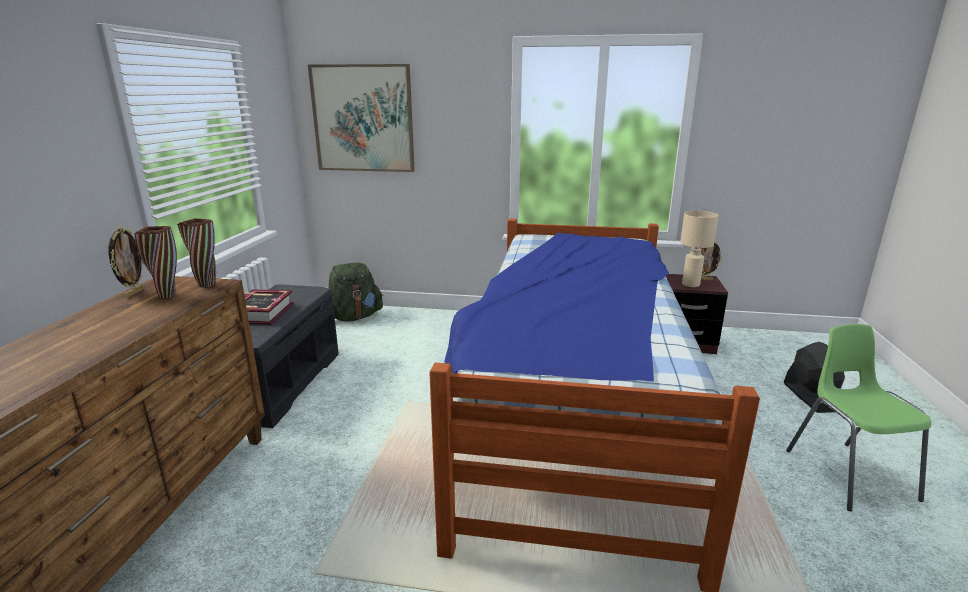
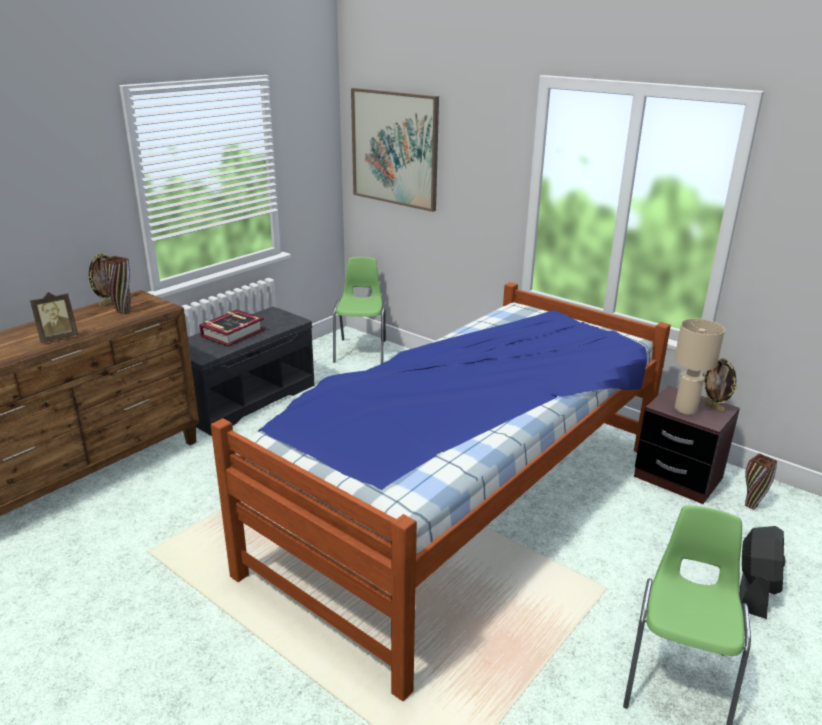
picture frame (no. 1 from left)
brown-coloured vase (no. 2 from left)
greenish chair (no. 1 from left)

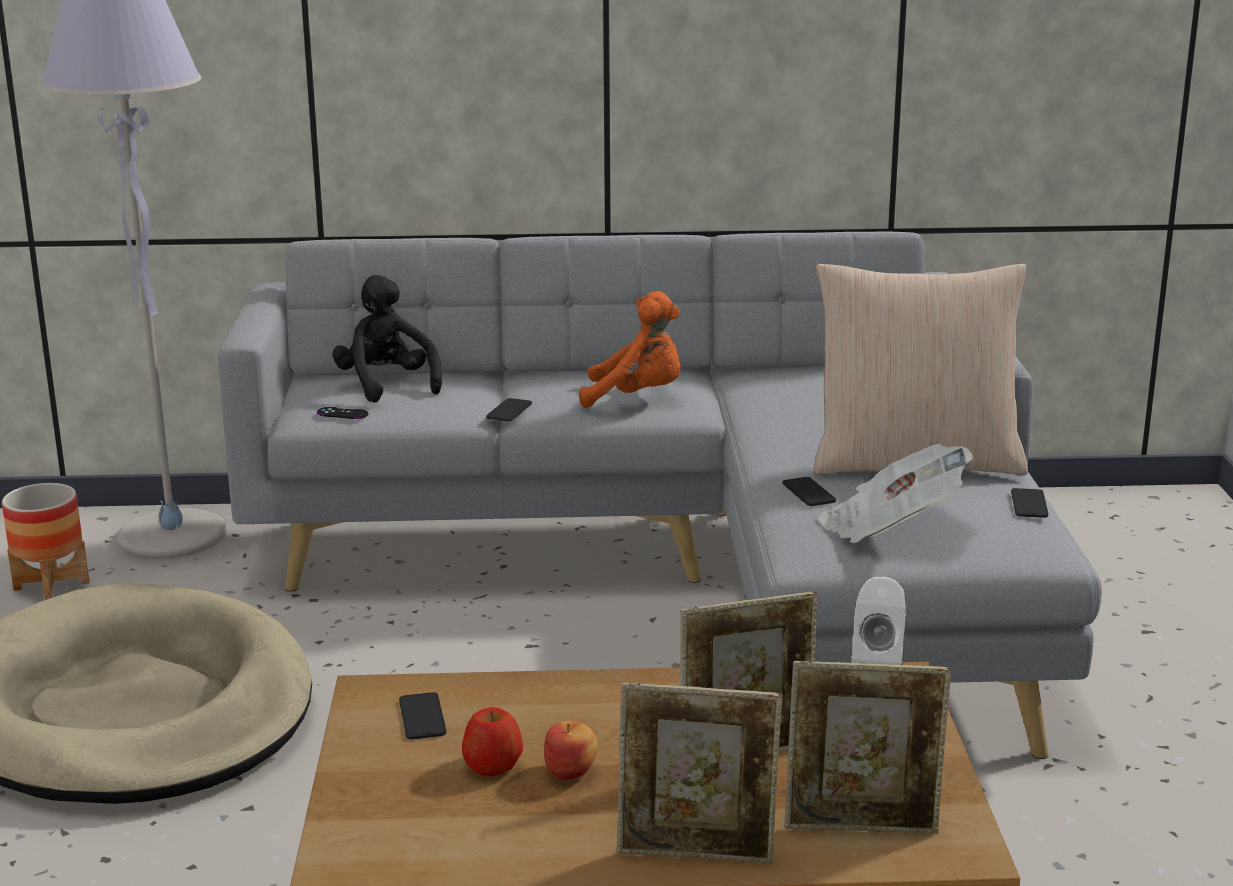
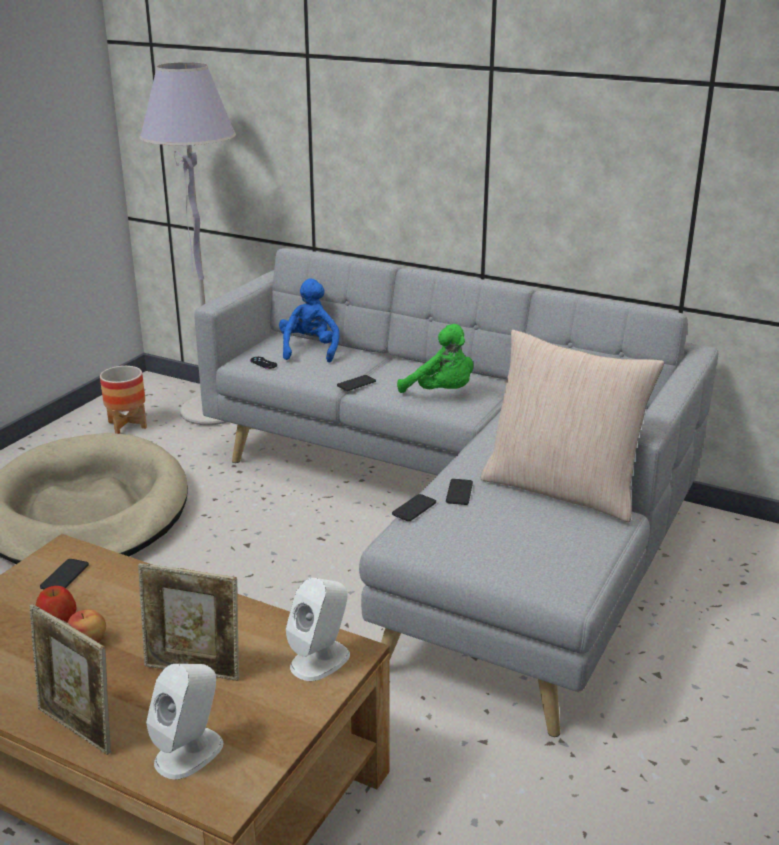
printed paper
telephone (no. 3 from left)
whitish loudspeaker (no. 1 from left)
blue-coloured soft toy
greenish soft toy

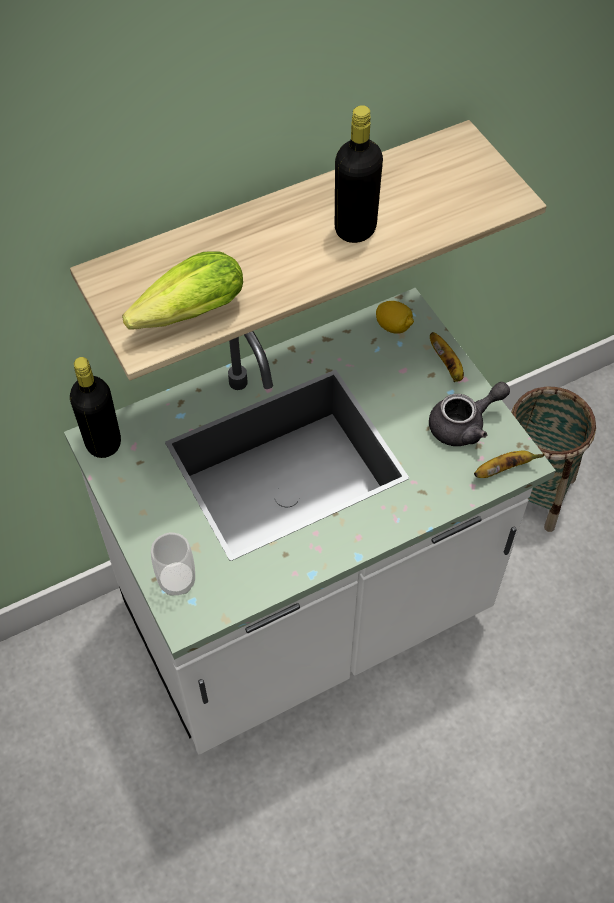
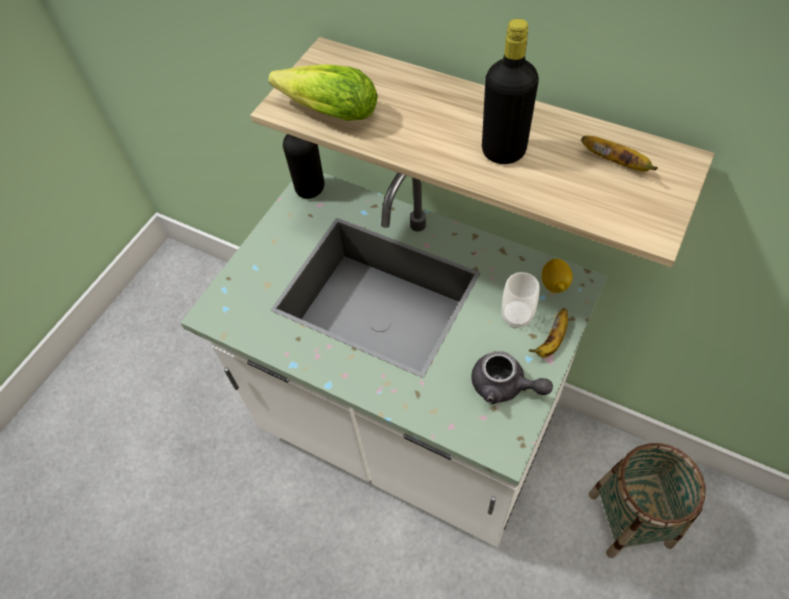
cup
banana (no. 2 from left)

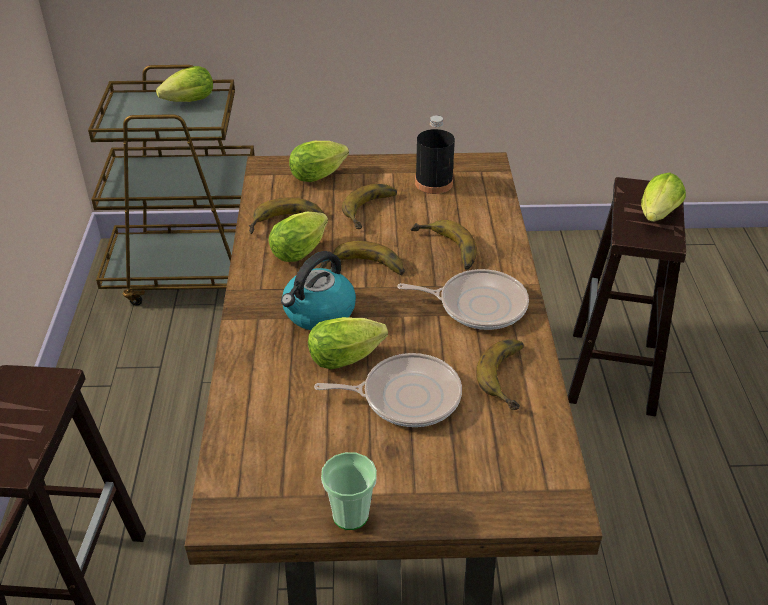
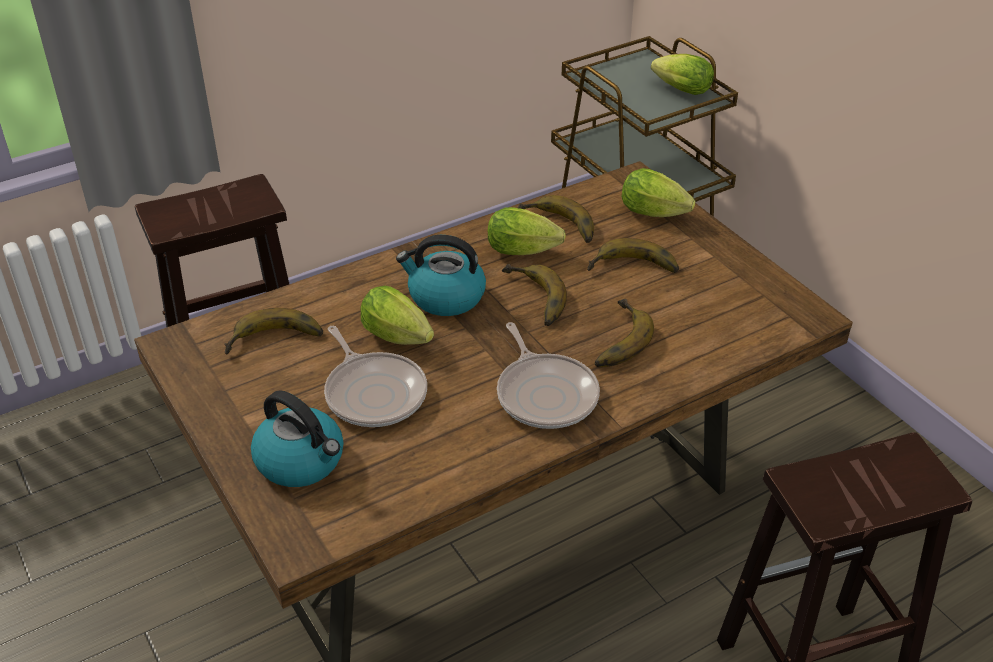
cup
black-coloured bottle
head of lettuce (no. 5 from left in the first image)
kettle (no. 1 from left)
banana (no. 1 from left)

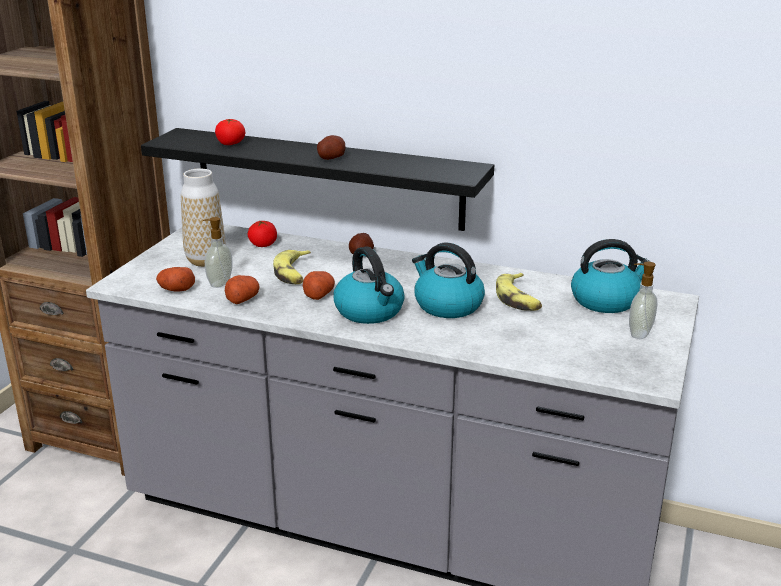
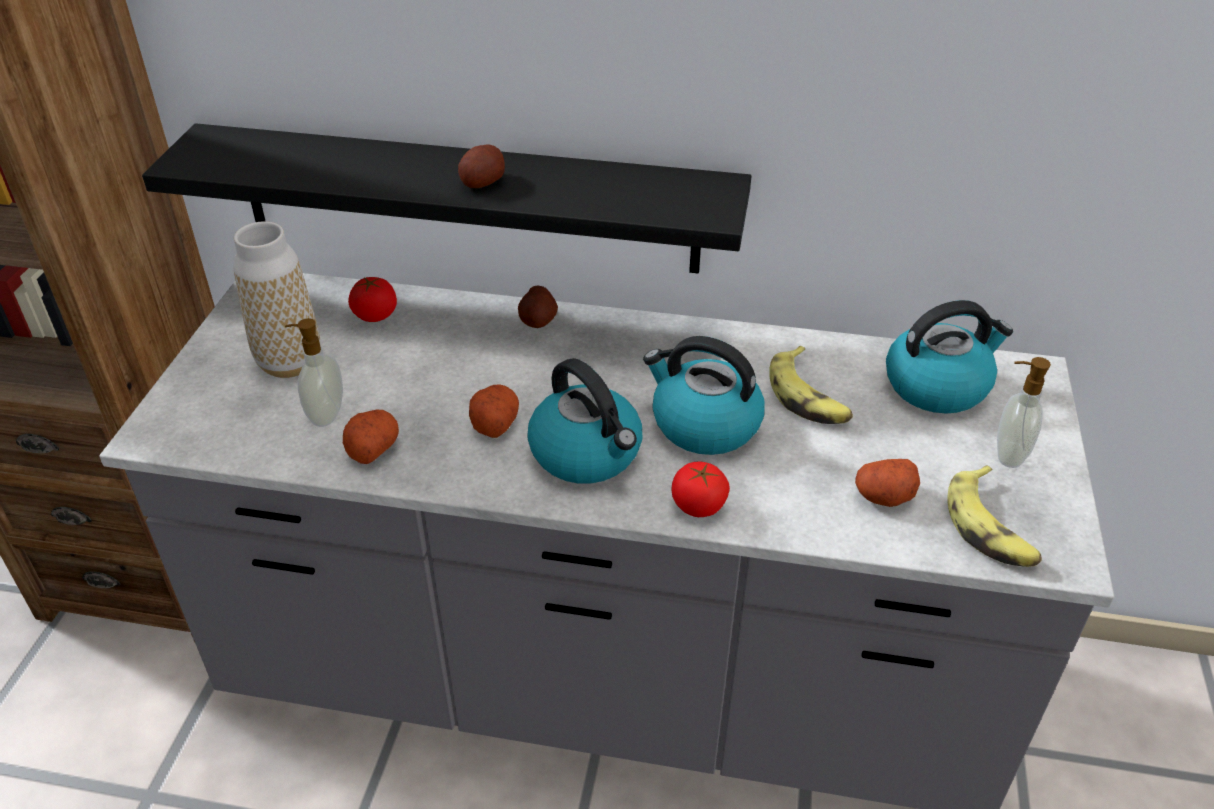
spud (no. 5 from left)
fresh tomato (no. 2 from left)
banana (no. 2 from left)

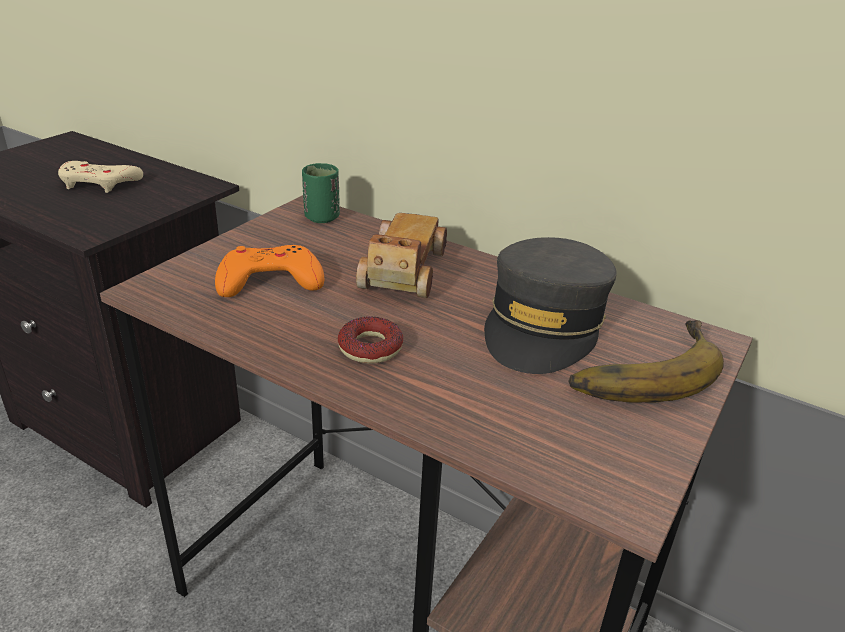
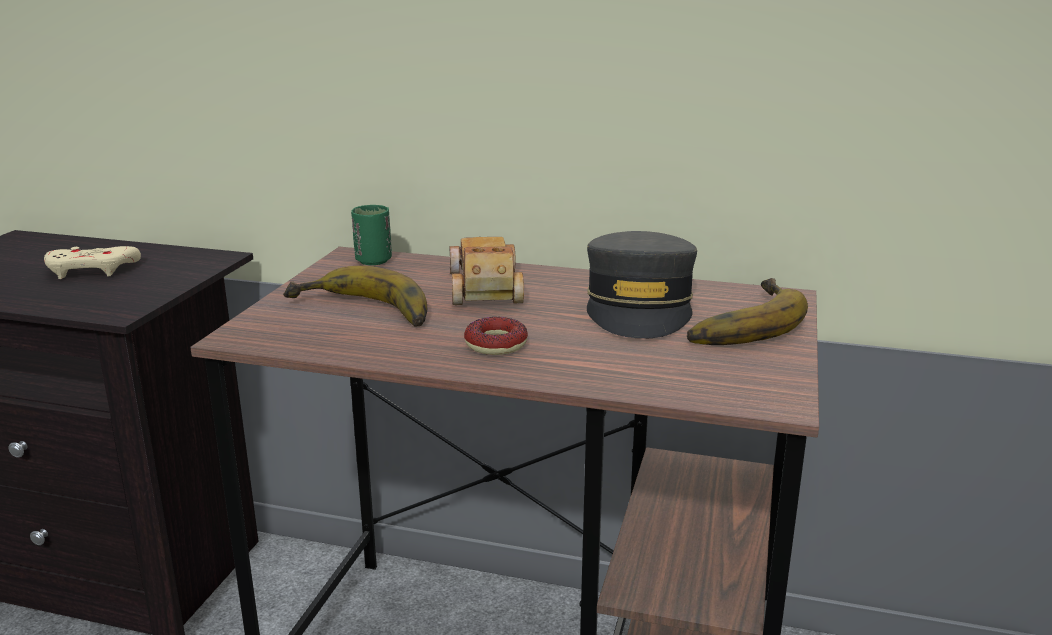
banana (no. 1 from left)

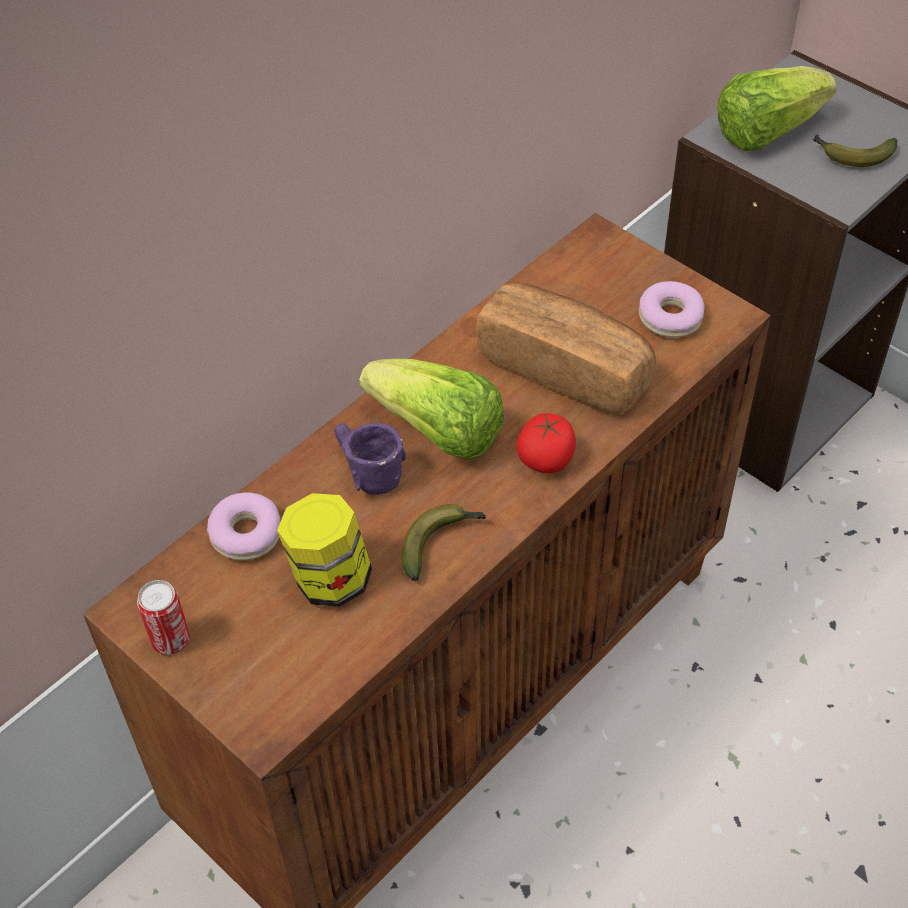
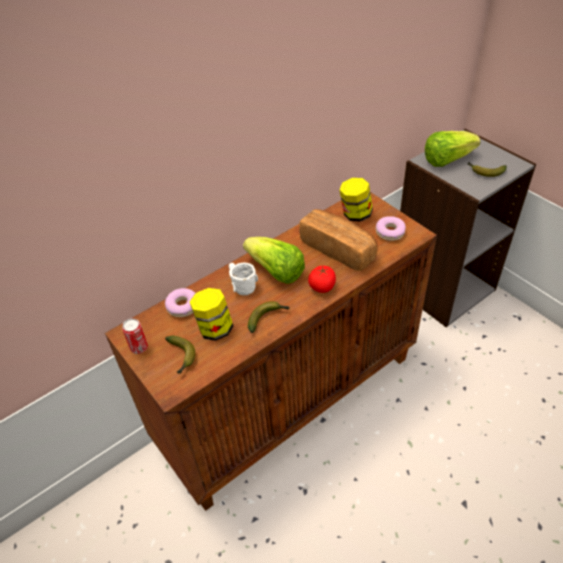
banana (no. 1 from left)
preserve jar (no. 2 from left)
whitish coffee mug

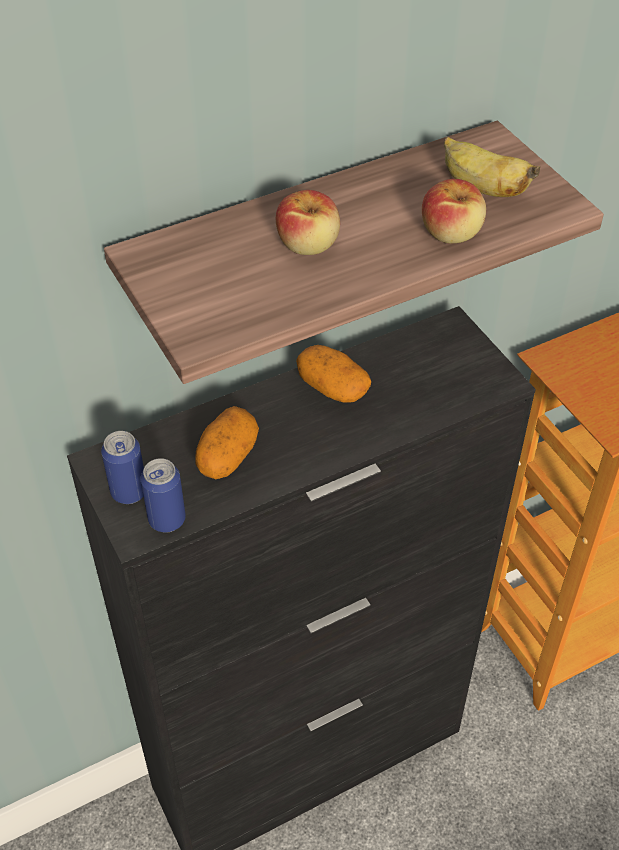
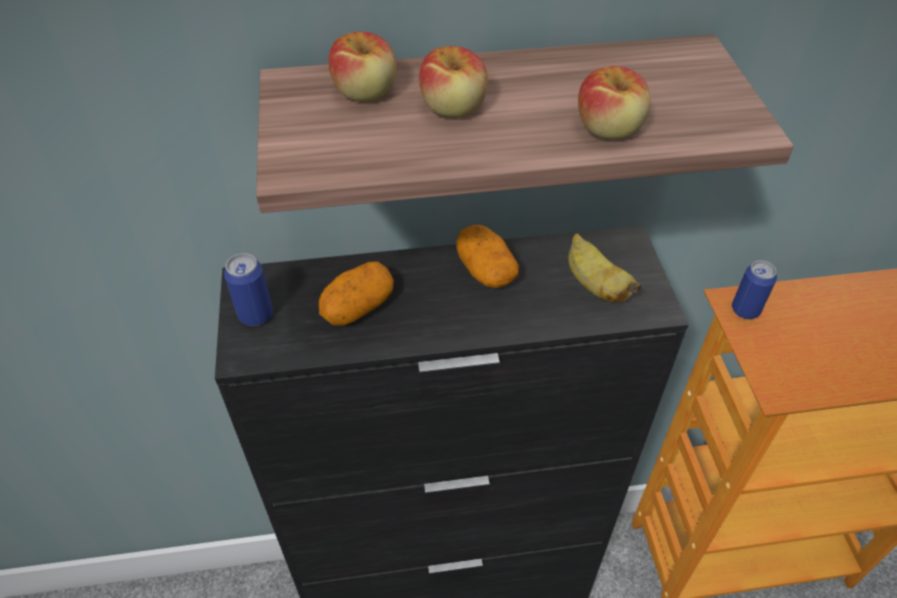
apple fruit (no. 1 from left)
metal can (no. 2 from left)
banana

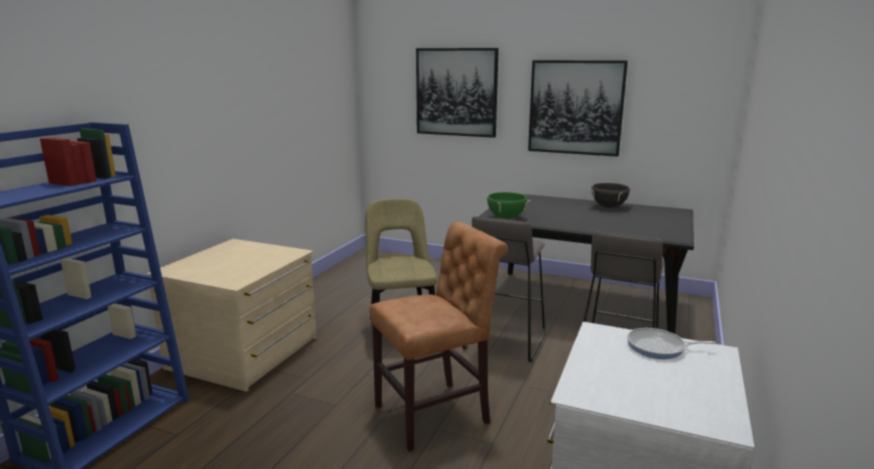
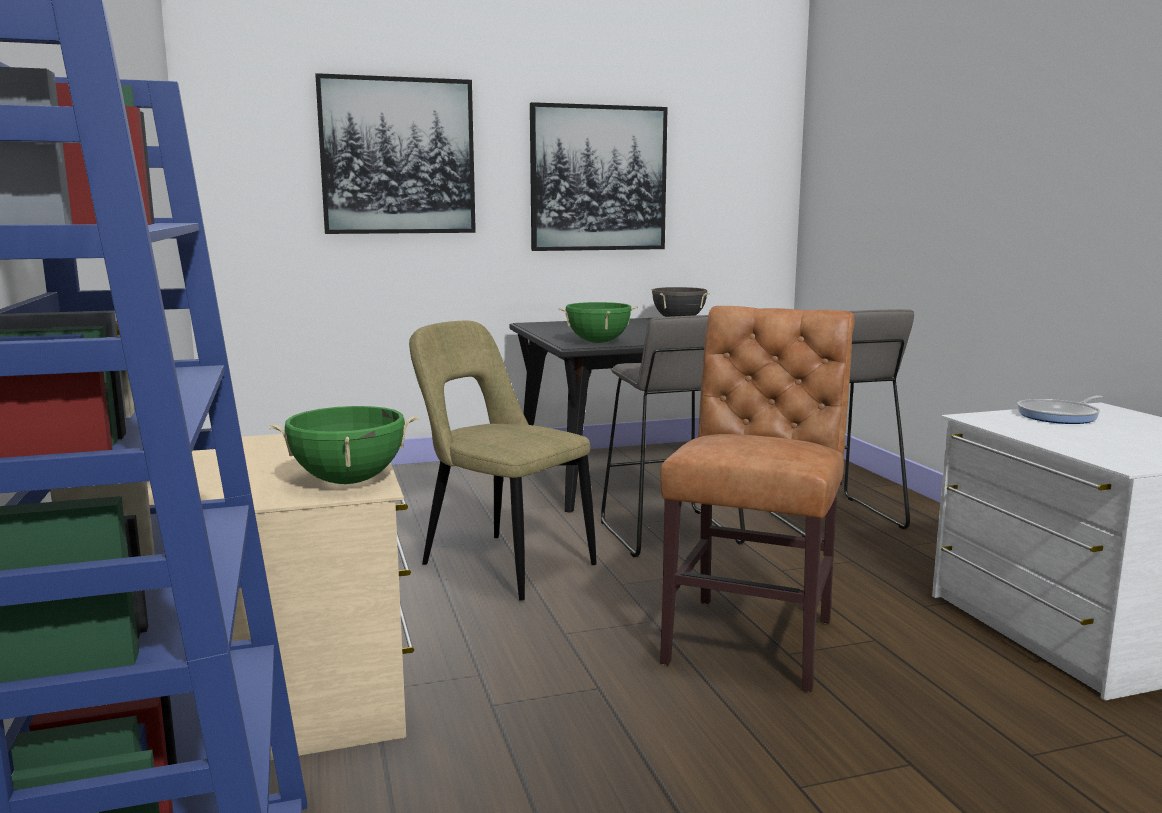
greenish stockpot (no. 1 from left)

